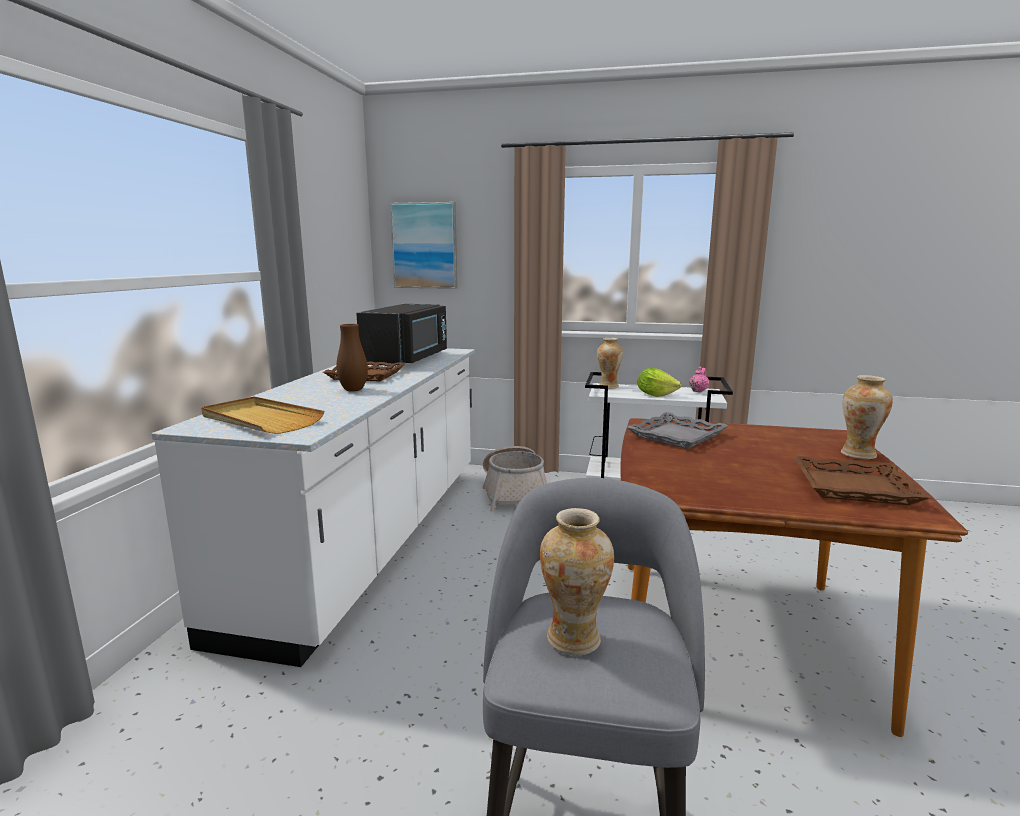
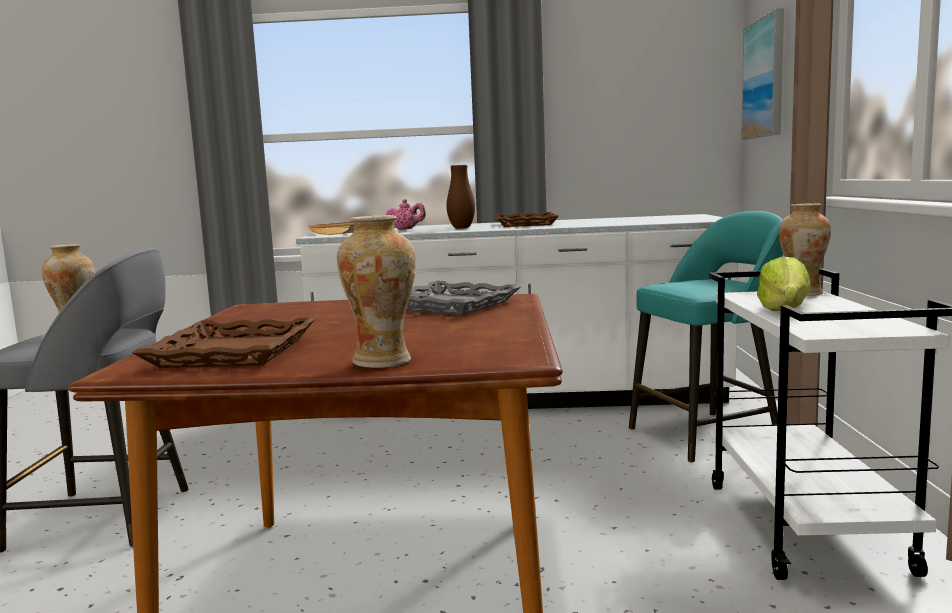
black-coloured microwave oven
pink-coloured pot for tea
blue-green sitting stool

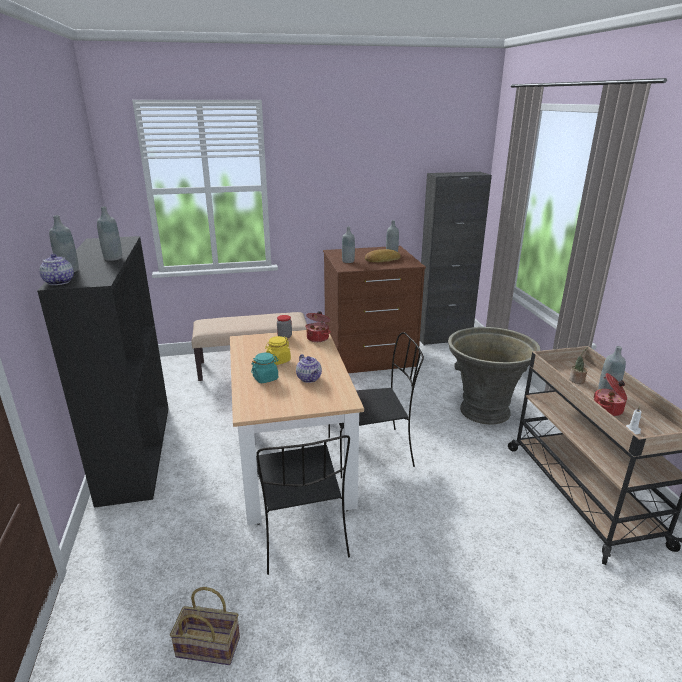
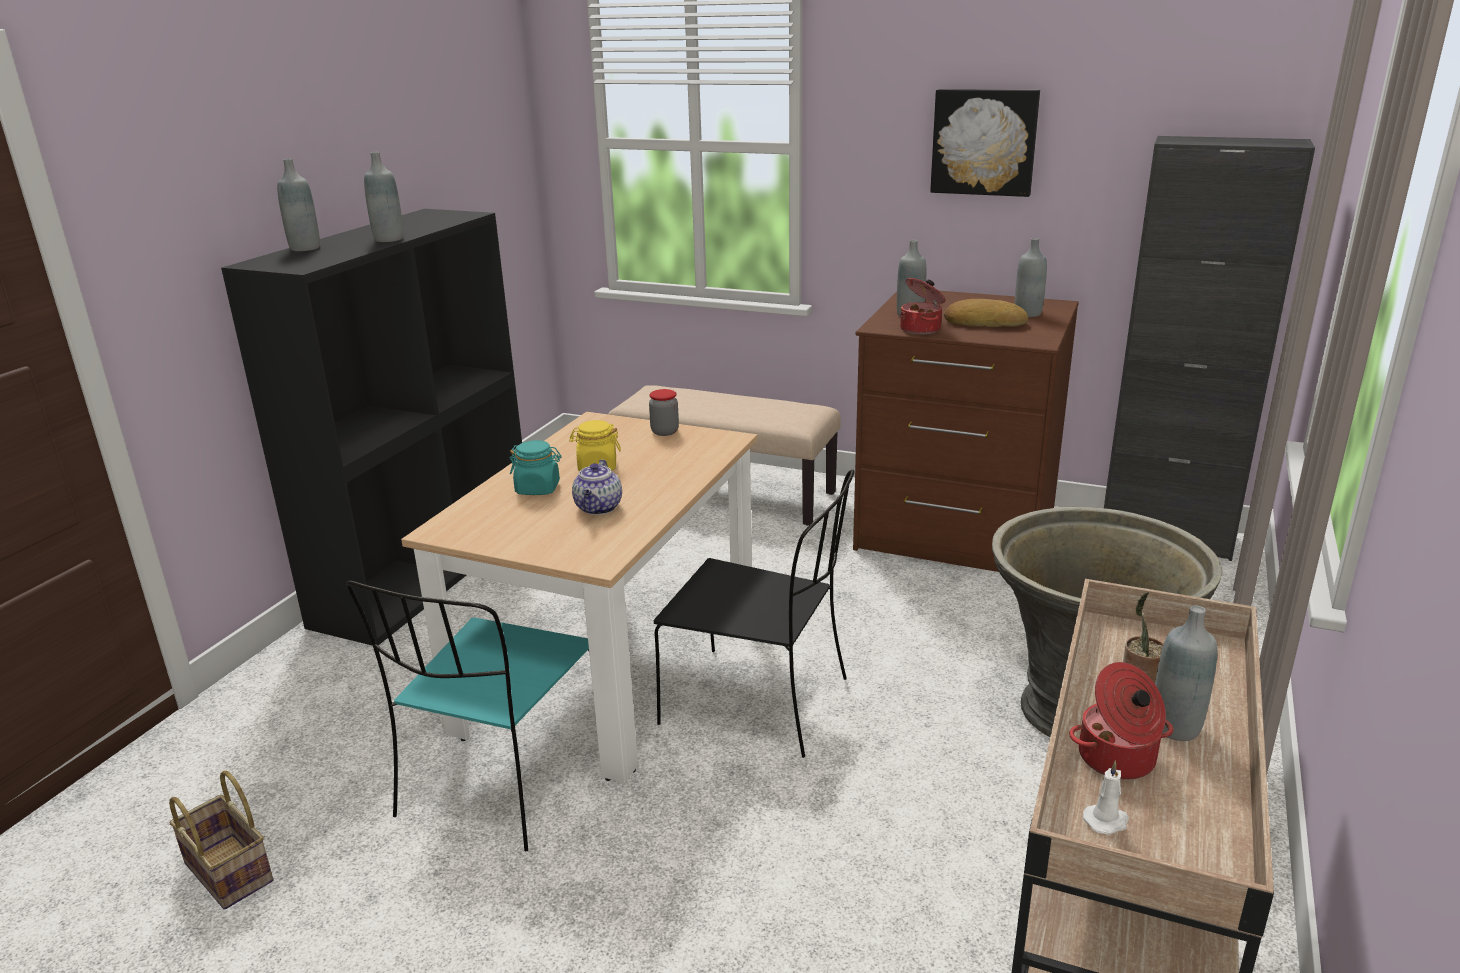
pot for tea (no. 1 from left in the first image)
picture
stockpot (no. 1 from left)
blue-green chair

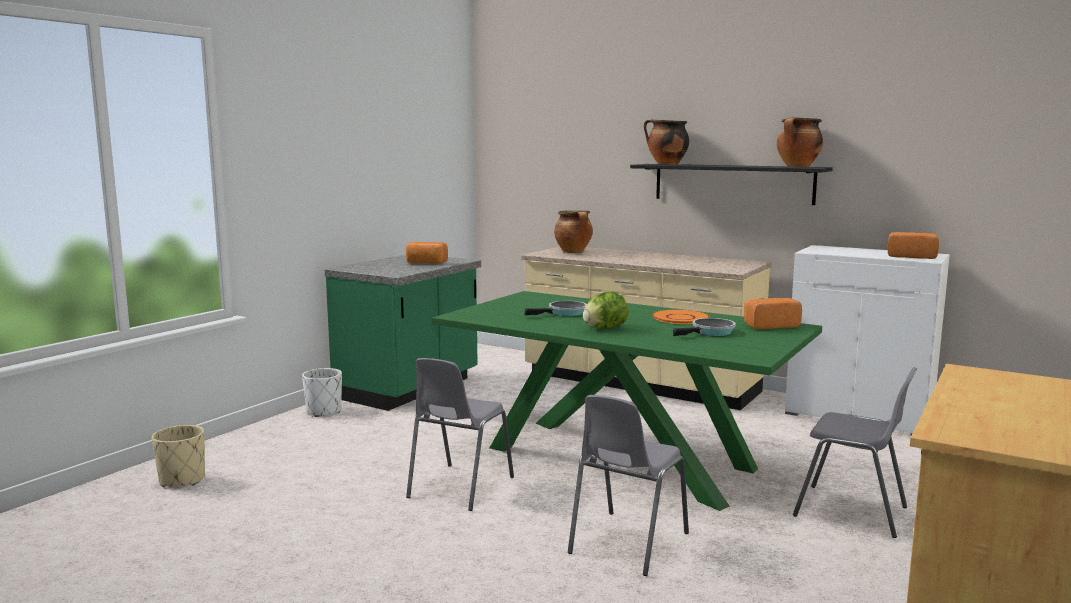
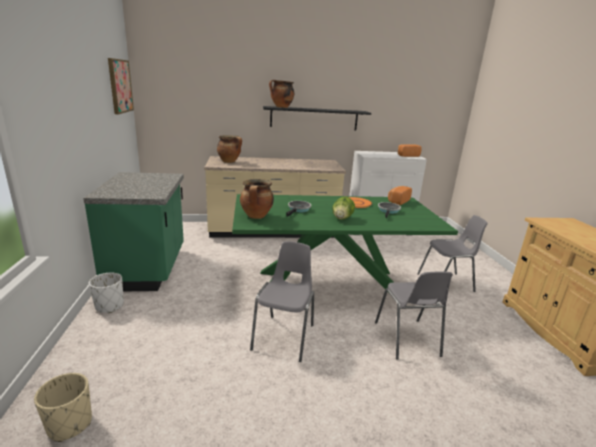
baked bread (no. 1 from left in the first image)
picture
stockpot (no. 2 from left)
grey chair (no. 1 from left)

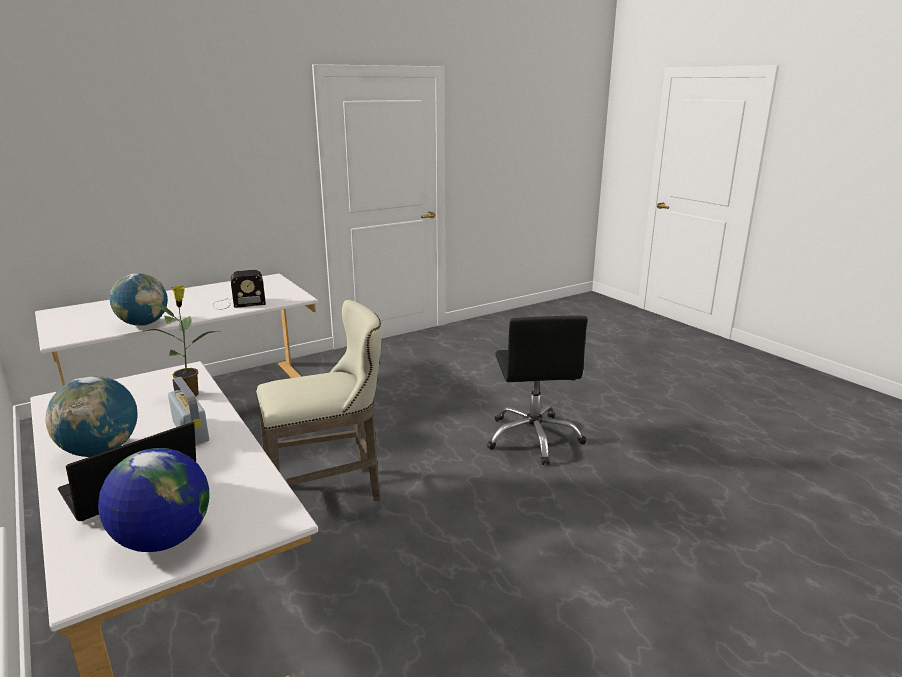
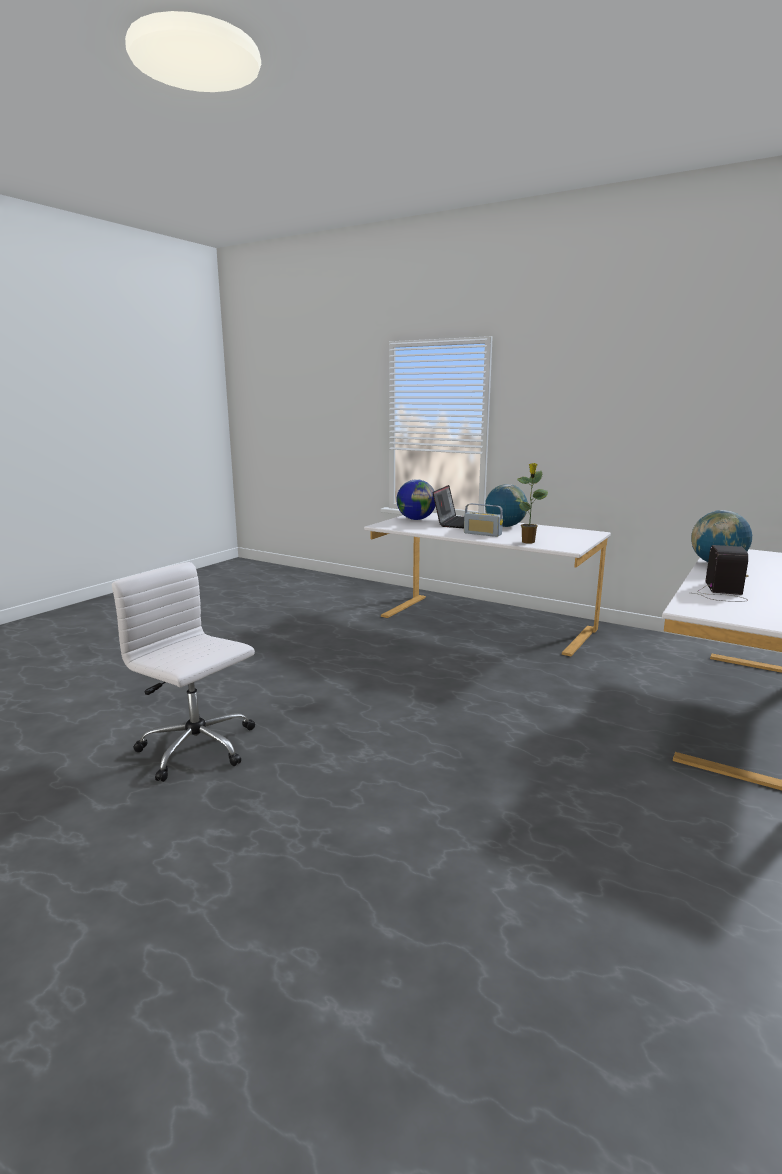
sand-coloured sitting stool
black-coloured office chair
whitish office chair
radio set (no. 2 from left)

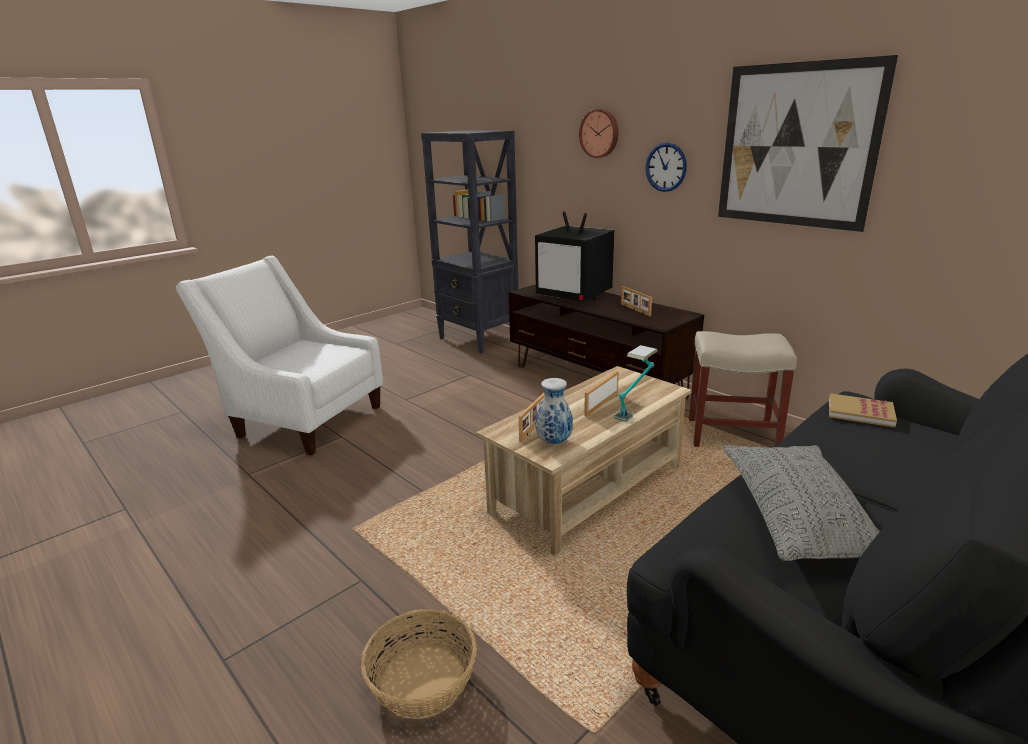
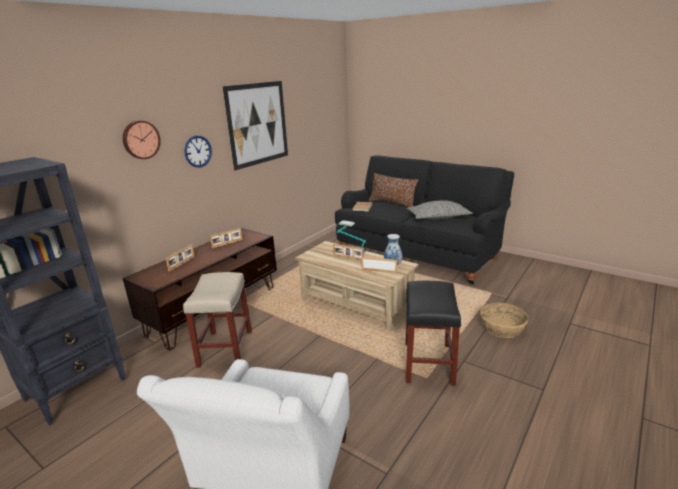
brown-coloured pillow
black-coloured sitting stool
sand-coloured sitting stool
picture frame (no. 1 from left)

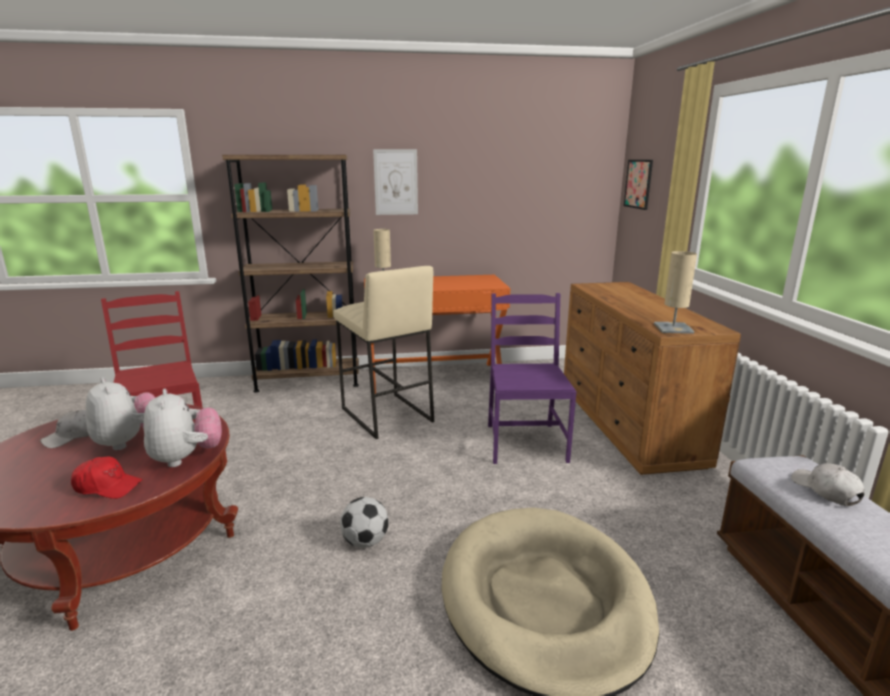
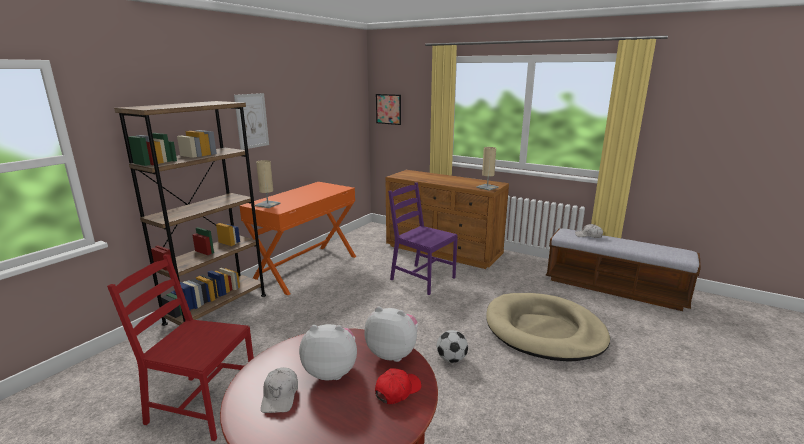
sand-coloured sitting stool

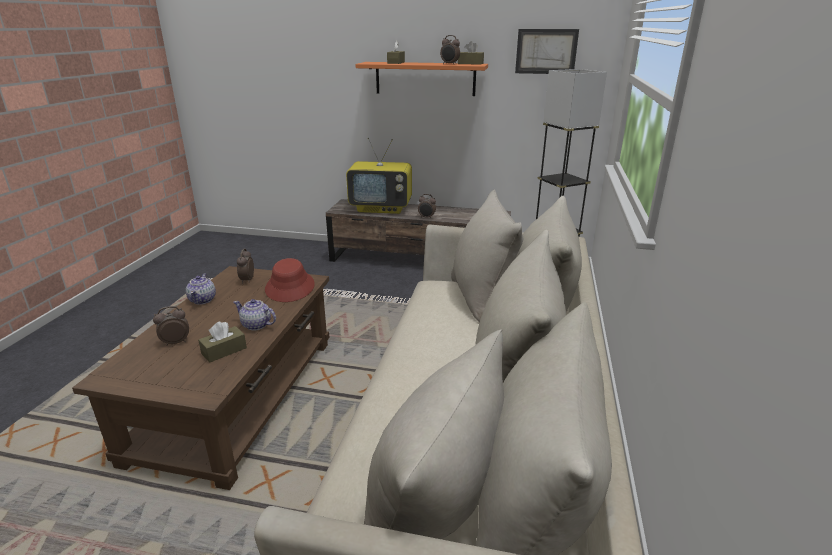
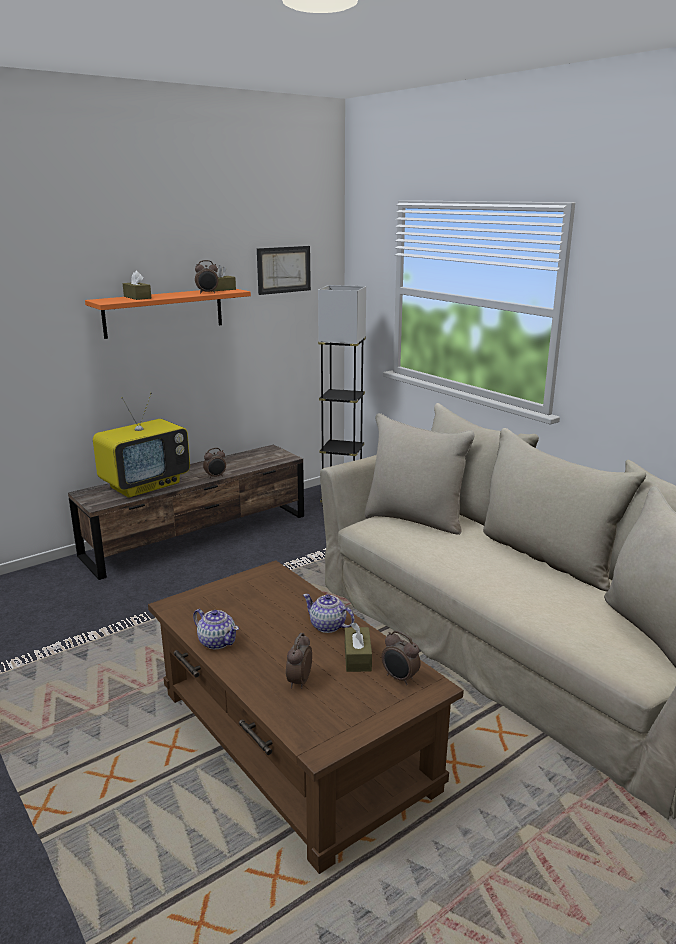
reddish clothing hat
table clock (no. 4 from left)
pot for tea (no. 2 from left)

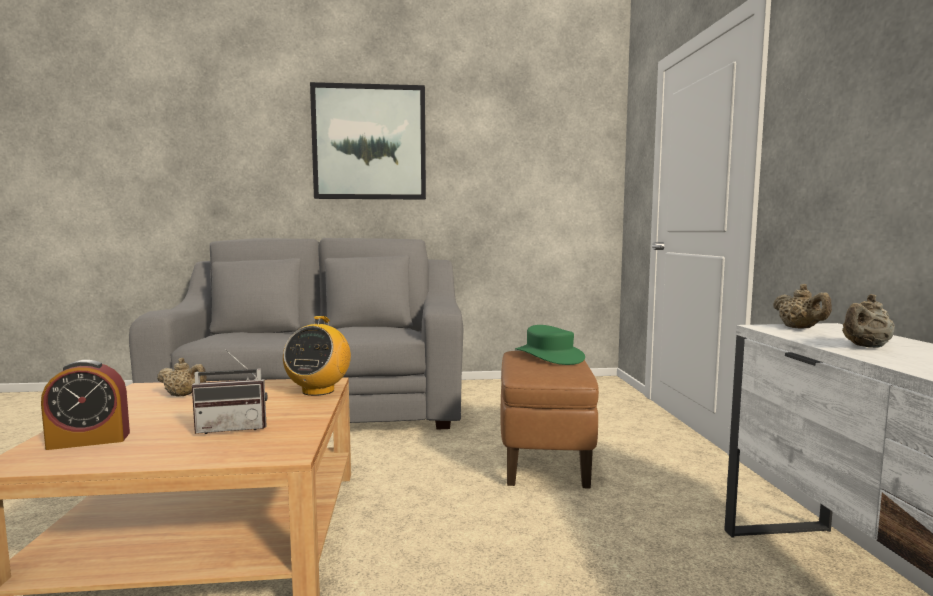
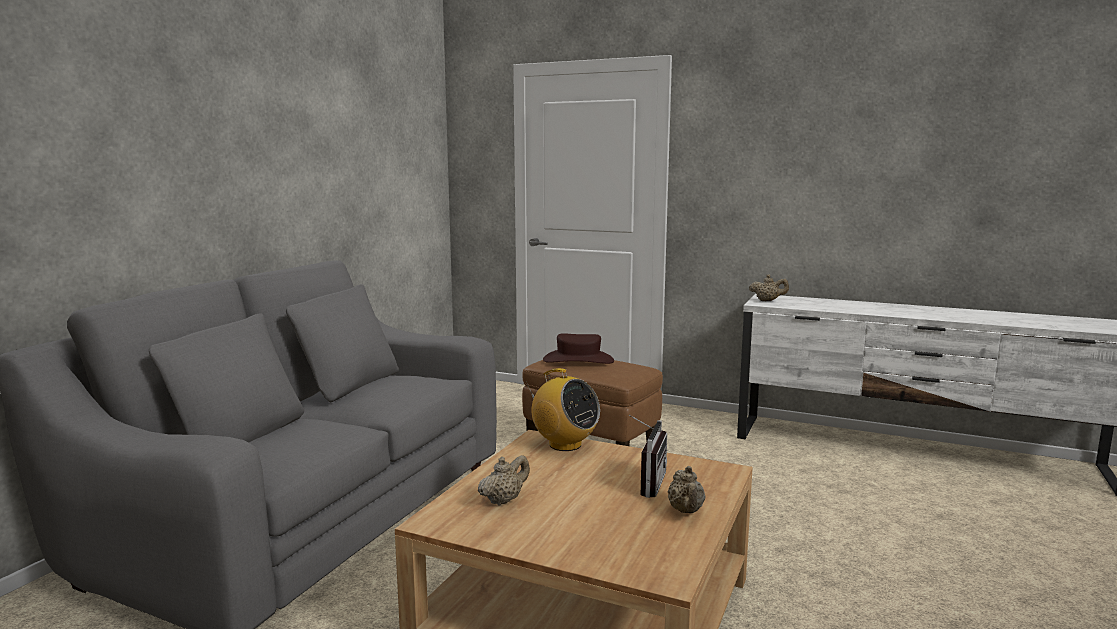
table clock
picture
sand-coloured pot for tea (no. 2 from left)
brown-coloured clothing hat

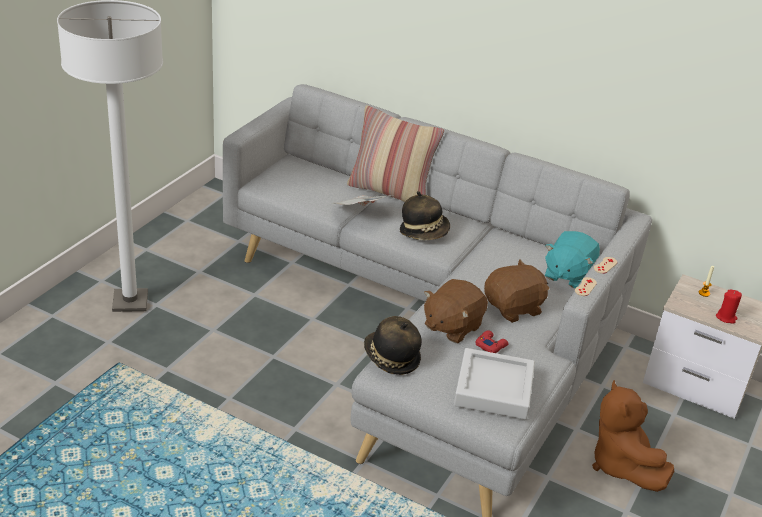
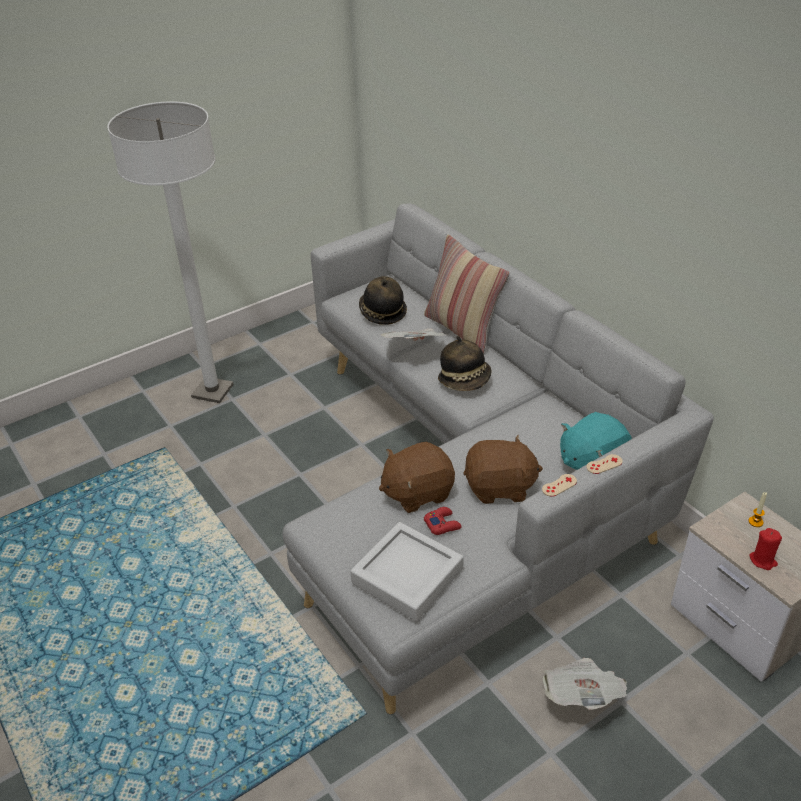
clothing hat (no. 1 from left)
printed paper (no. 2 from left)

